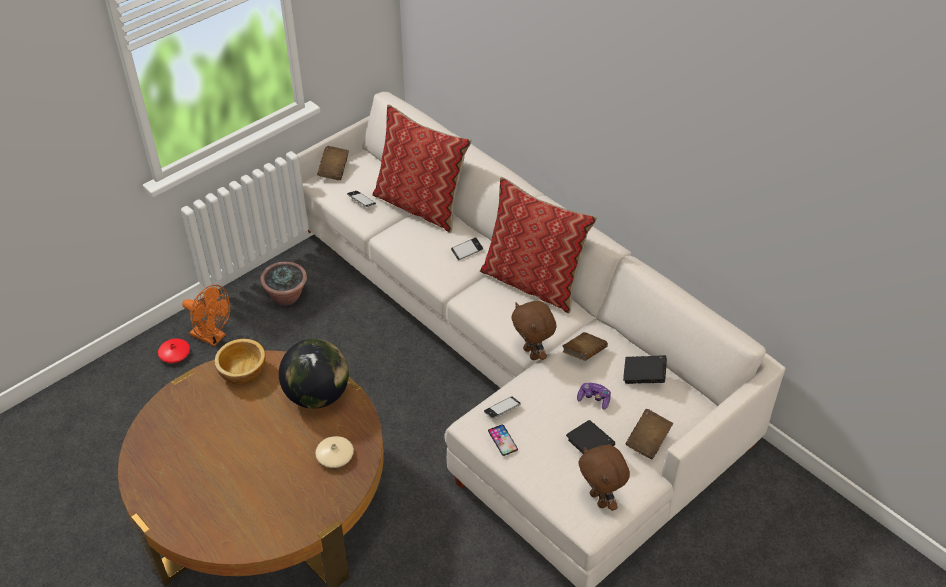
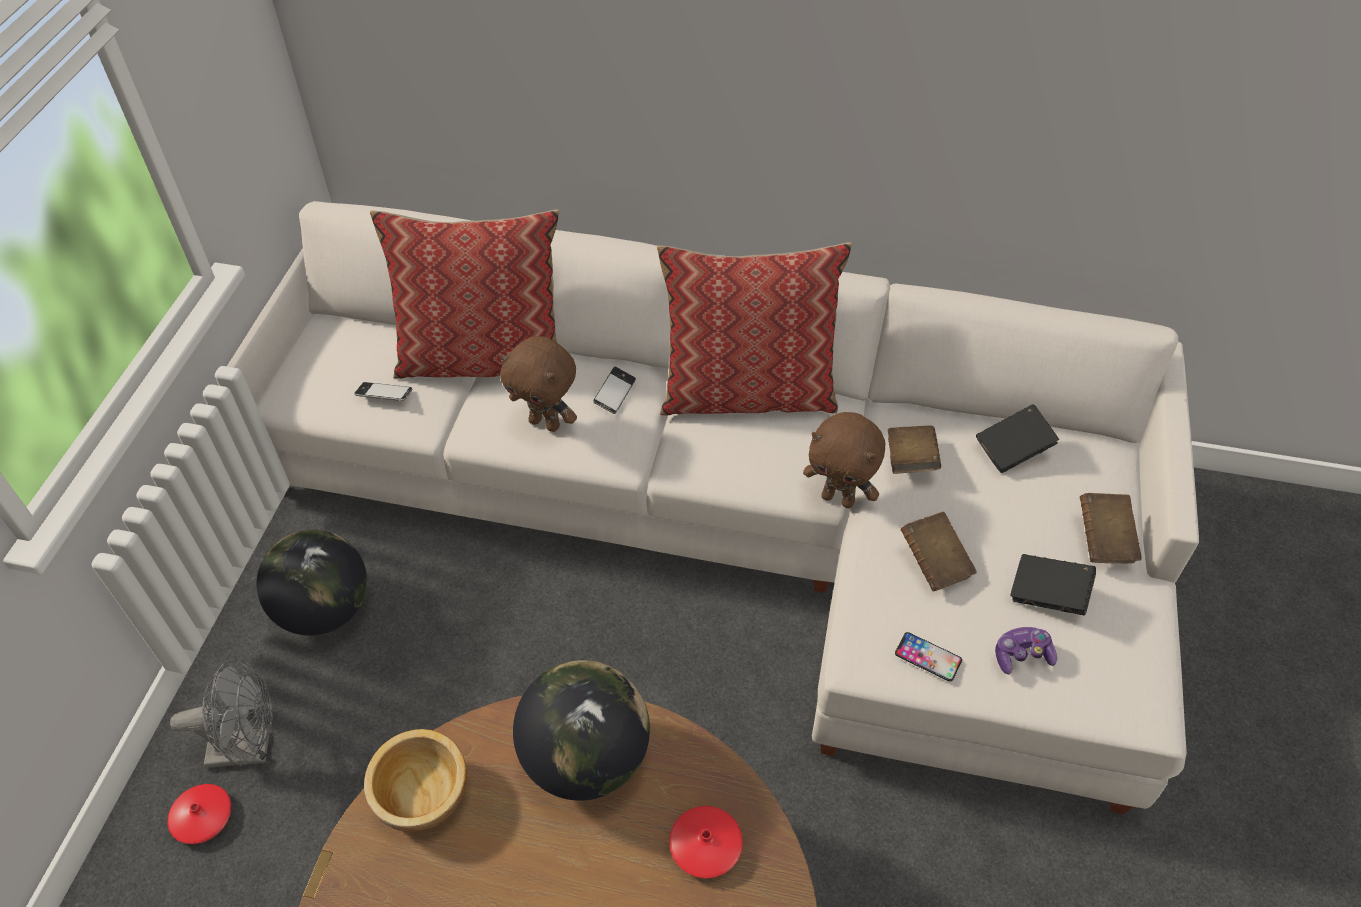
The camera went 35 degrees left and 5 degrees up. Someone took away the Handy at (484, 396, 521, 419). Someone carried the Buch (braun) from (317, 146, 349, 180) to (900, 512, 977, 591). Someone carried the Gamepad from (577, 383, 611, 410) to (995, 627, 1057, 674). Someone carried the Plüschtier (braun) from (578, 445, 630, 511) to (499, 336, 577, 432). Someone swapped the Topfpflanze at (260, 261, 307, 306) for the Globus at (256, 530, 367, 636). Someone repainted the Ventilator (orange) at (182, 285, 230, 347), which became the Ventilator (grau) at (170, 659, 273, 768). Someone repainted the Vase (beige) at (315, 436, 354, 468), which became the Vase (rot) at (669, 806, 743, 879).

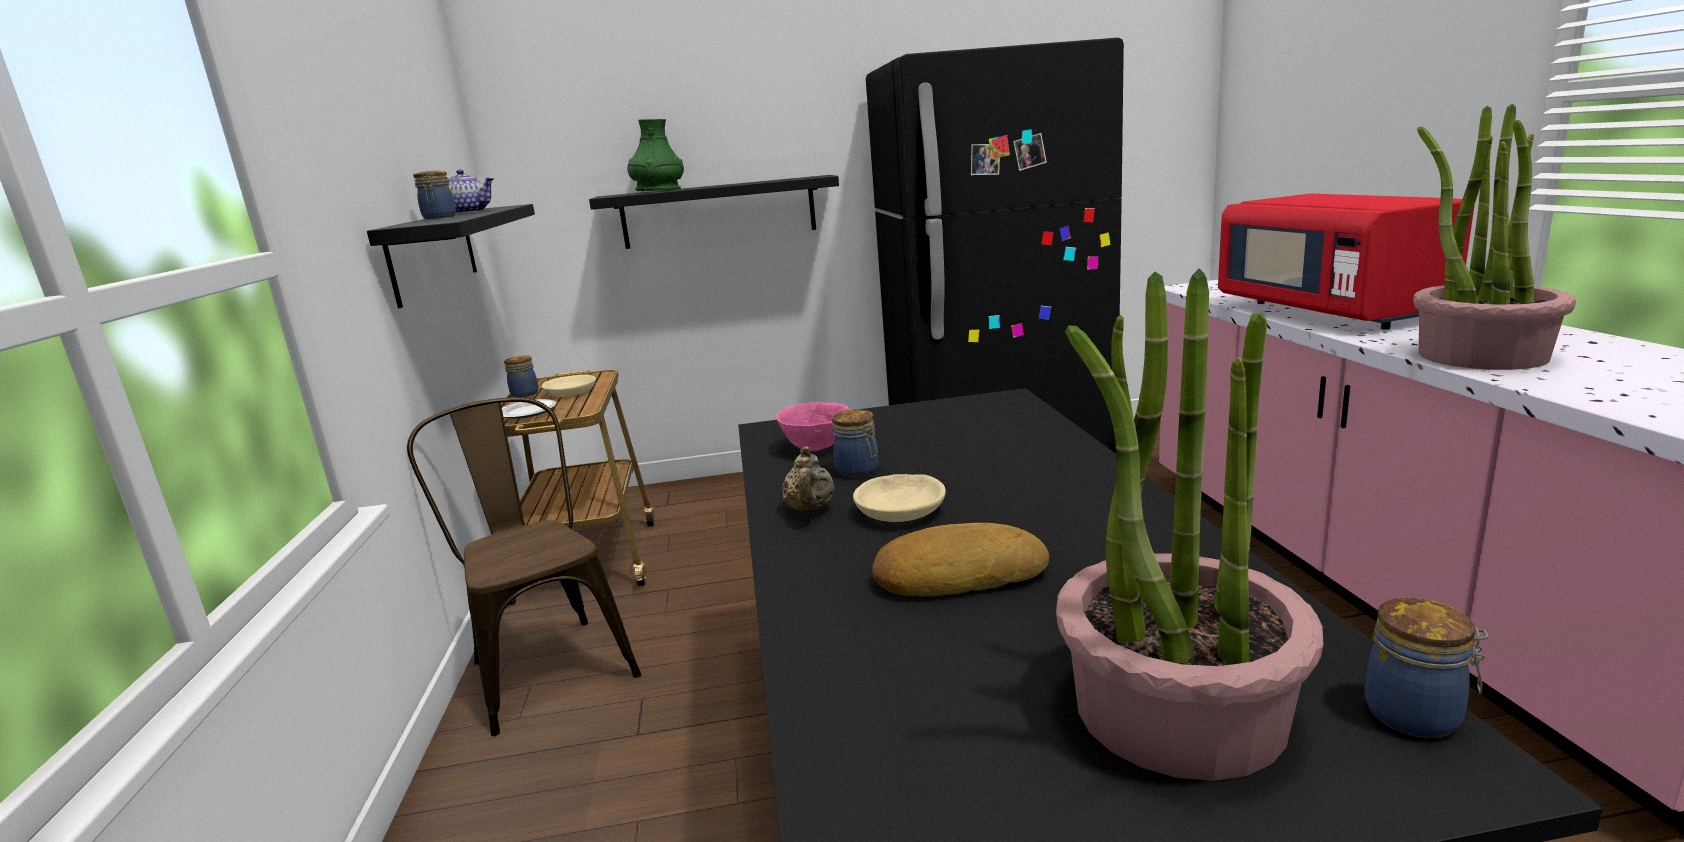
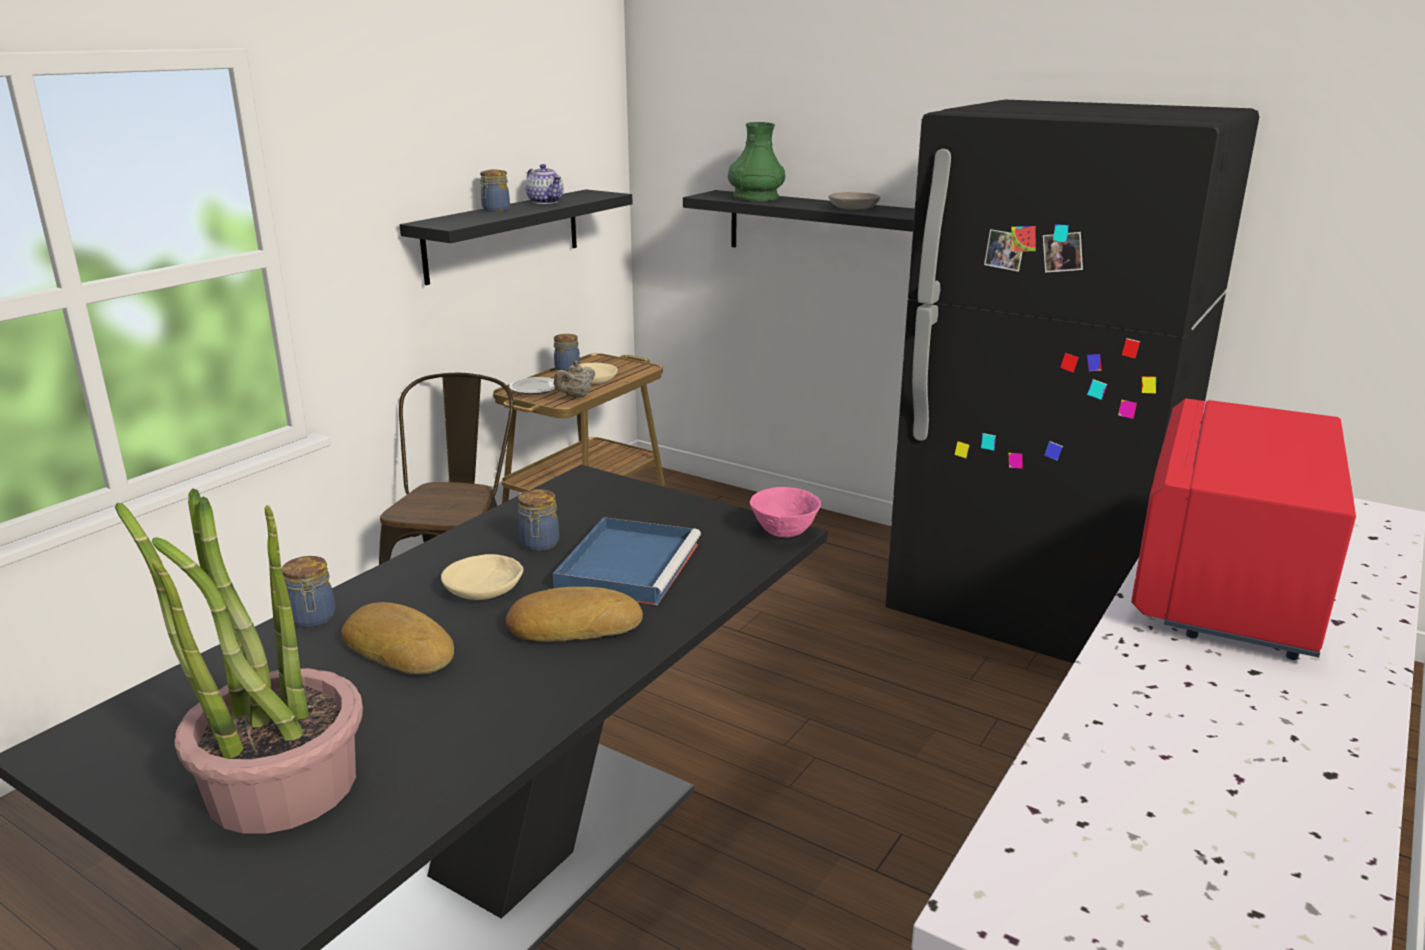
The camera went 40 degrees right and 5 degrees up. Someone took away the Topfpflanze at (1413, 104, 1576, 370). Someone put down the Brot at (506, 587, 643, 642). Someone put down the Tablett (blau) at (553, 517, 701, 605). Someone put down the Schüssel (grau) at (829, 192, 880, 210). Someone carried the Schüssel (rosa) from (776, 402, 850, 451) to (750, 487, 821, 537). Someone carried the Teekanne (beige) from (782, 446, 834, 513) to (554, 361, 595, 398). Someone carried the Vorratsglas from (1364, 598, 1488, 738) to (282, 556, 335, 628).

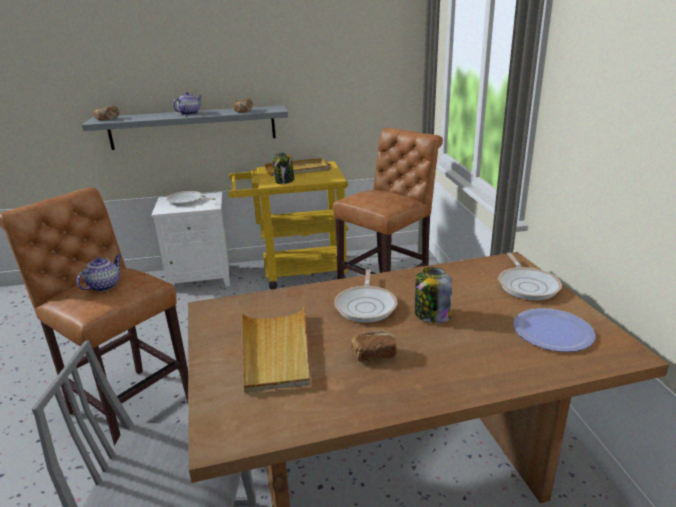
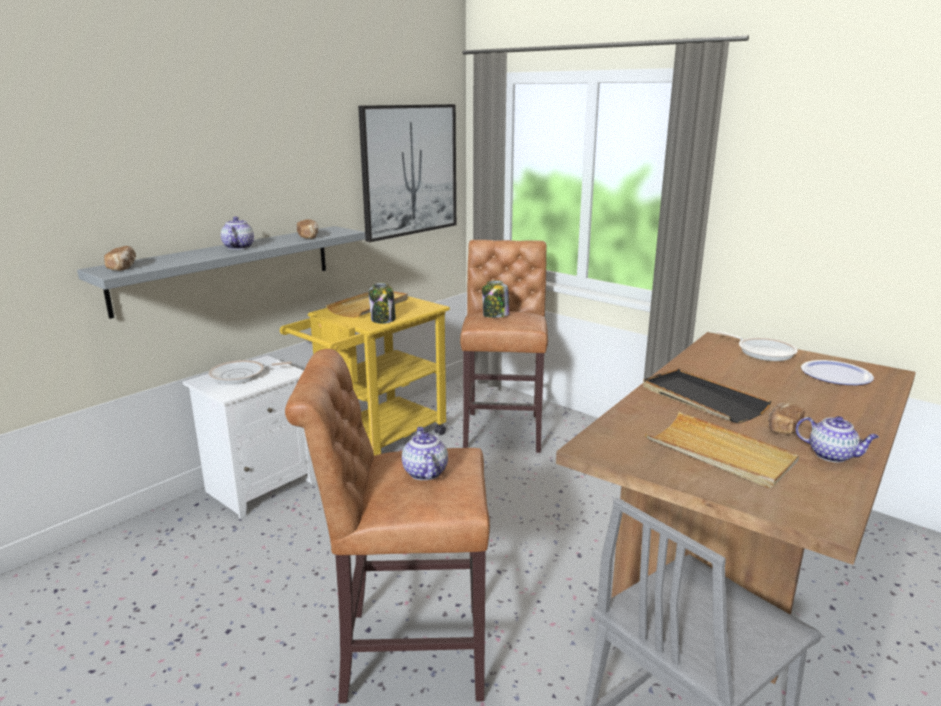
The camera went 40 degrees left and 5 degrees down. Someone put up the Bild at (358, 104, 456, 242). Someone put down the Teekanne at (796, 416, 879, 463). Someone carried the Vorratsglas from (415, 267, 452, 323) to (482, 281, 509, 318). Someone swapped the Pfanne at (334, 269, 398, 322) for the Tablett (schwarz) at (643, 369, 771, 423).

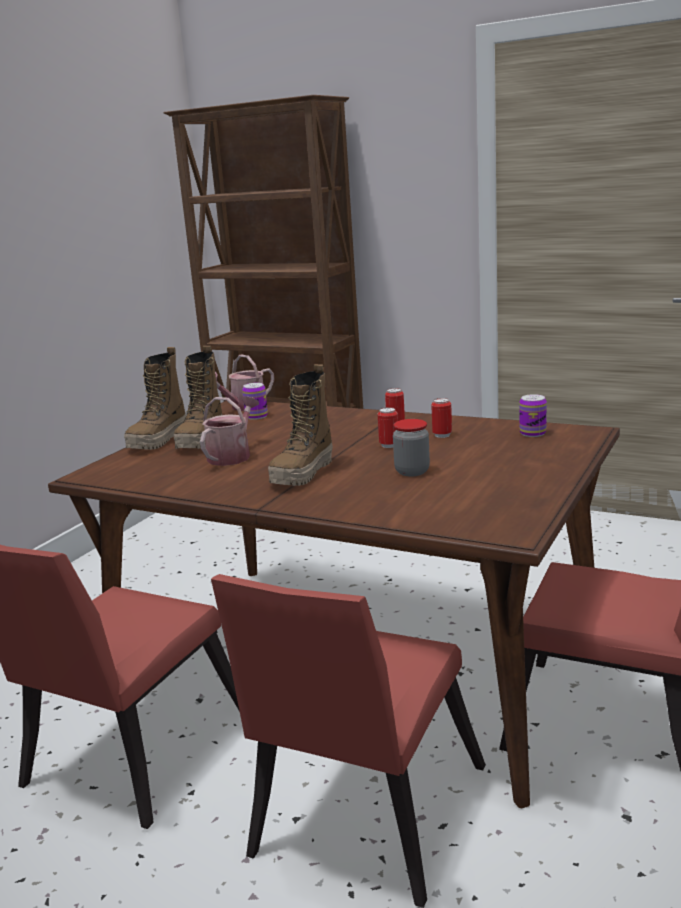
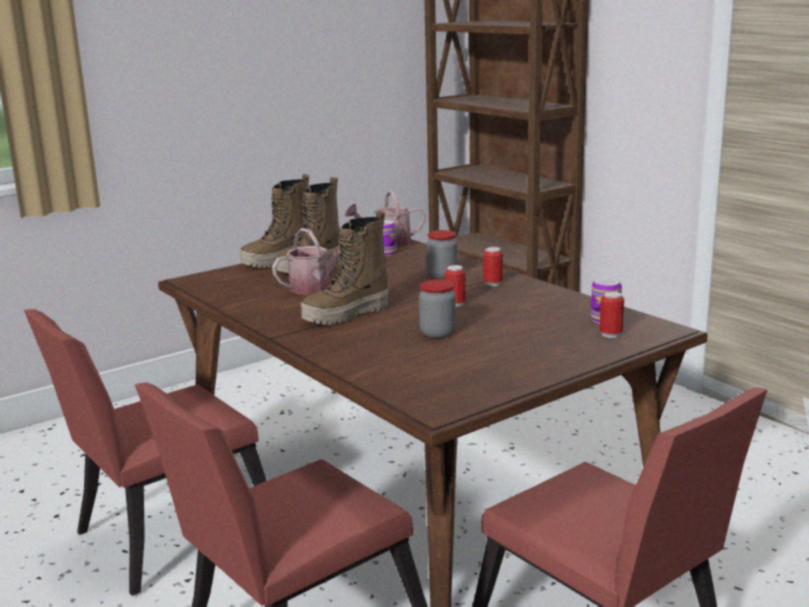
The camera went 25 degrees right and 0 degrees up. Someone put down the Vorratsglas at (427, 230, 458, 279). Someone carried the Dose from (431, 398, 452, 438) to (600, 291, 624, 338).

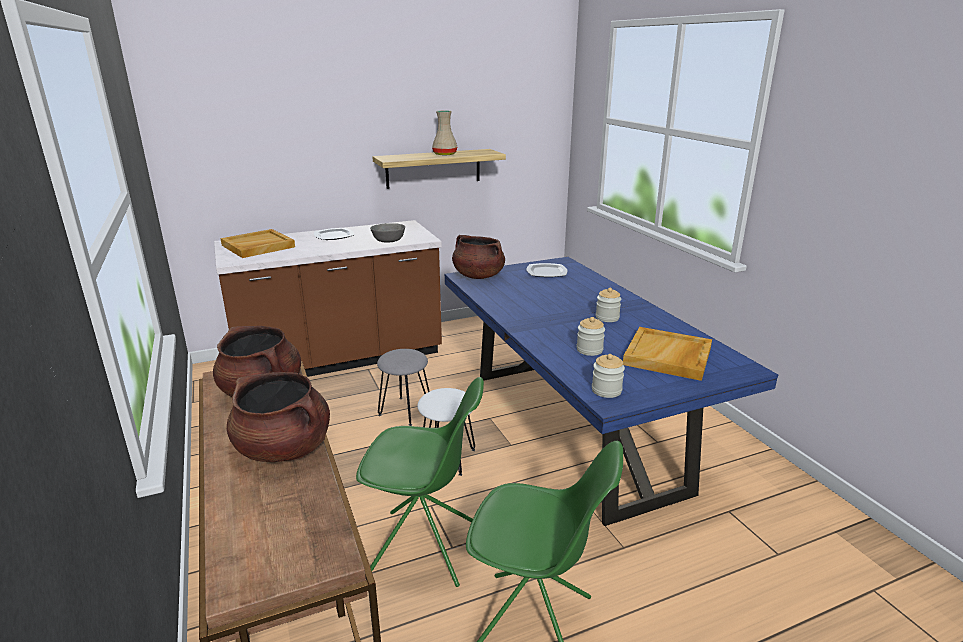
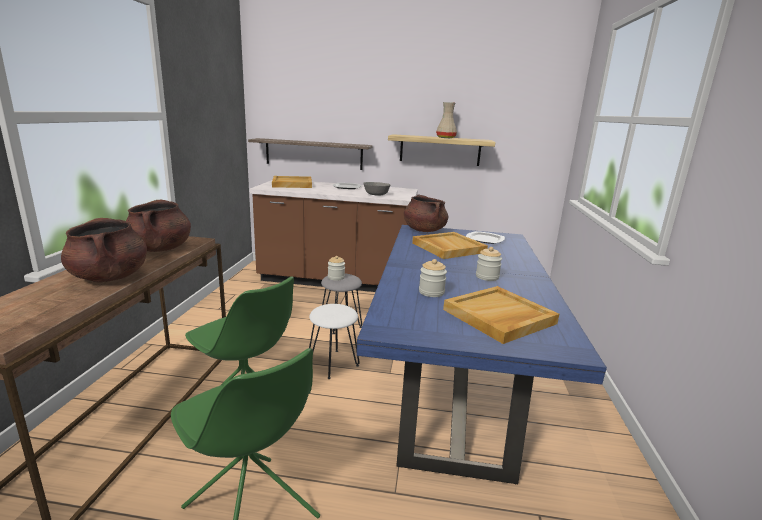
The camera went 30 degrees right and 5 degrees down. Someone put up the Wandregal at (248, 138, 372, 170). Someone put down the Tablett (beige) at (412, 232, 488, 259). Someone carried the Vorratsglas from (592, 354, 625, 398) to (328, 256, 345, 281).

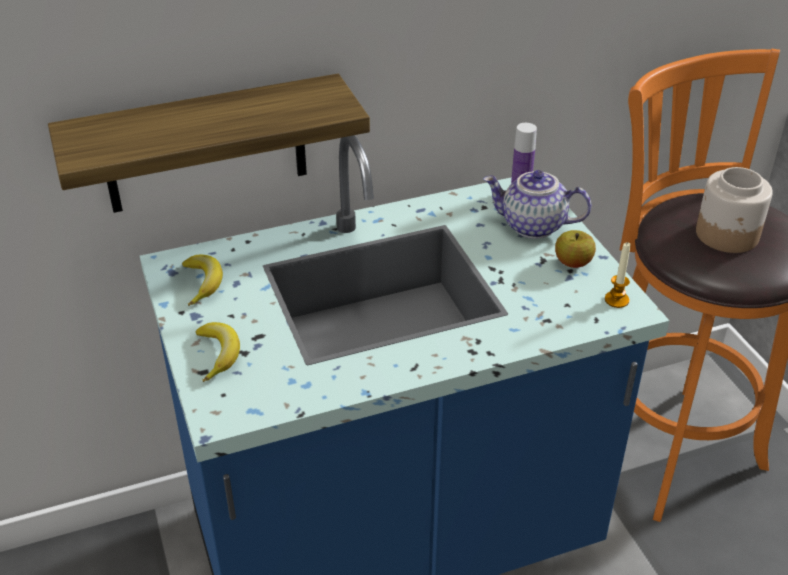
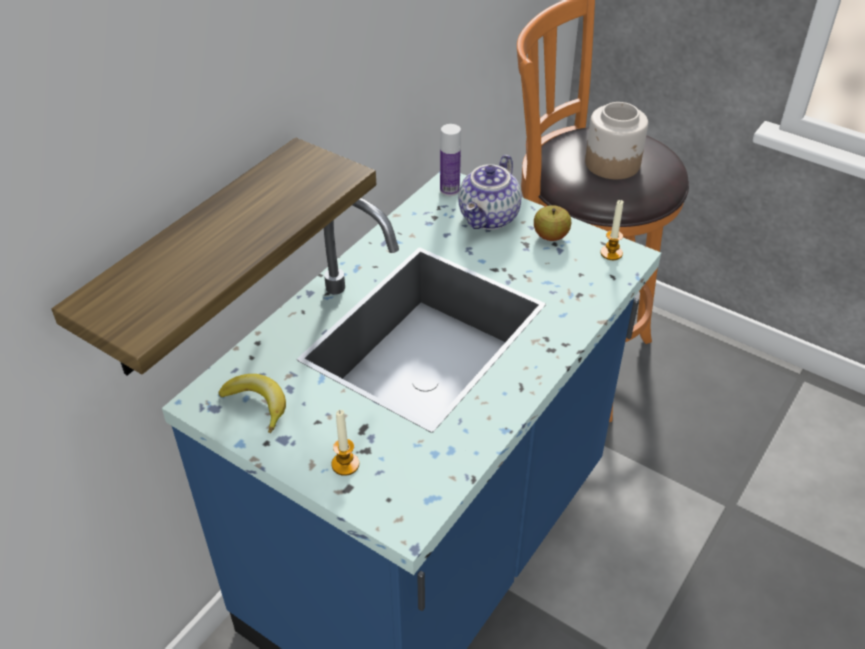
The camera went 35 degrees left and 5 degrees up. Someone swapped the Banane at (196, 322, 240, 382) for the Kerze at (331, 410, 359, 476). Someone rotated the Teekanne at (483, 170, 591, 239) by 45 degrees counterclockwise.

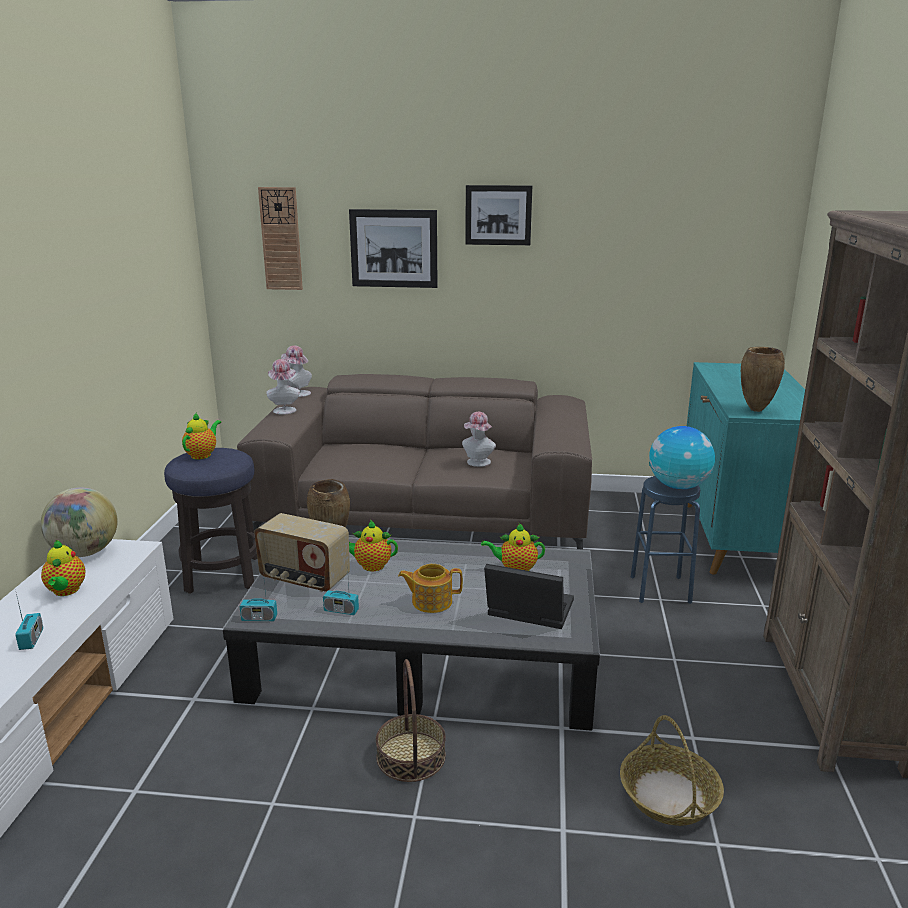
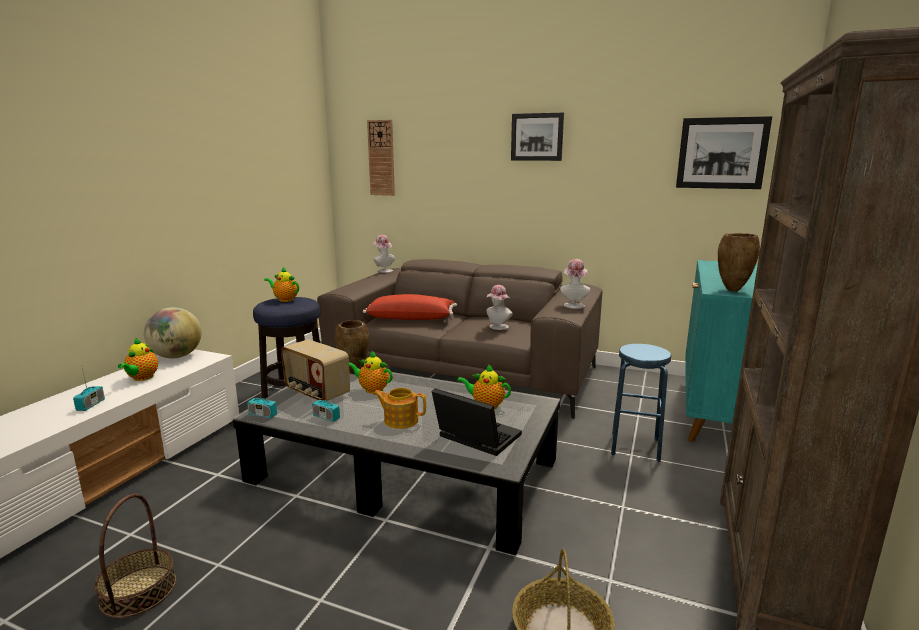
The camera went 15 degrees right and 5 degrees down. Someone took away the Globus at (649, 426, 715, 489). Someone put down the Kissen (rot) at (363, 294, 457, 320). Someone carried the Hut from (266, 359, 300, 415) to (560, 259, 590, 309). Someone carried the Bild from (349, 209, 438, 288) to (676, 116, 772, 189). Someone carried the Korb from (376, 659, 446, 782) to (94, 494, 176, 618). Someone rotated the Teekanne at (182, 412, 221, 459) by 105 degrees counterclockwise.

